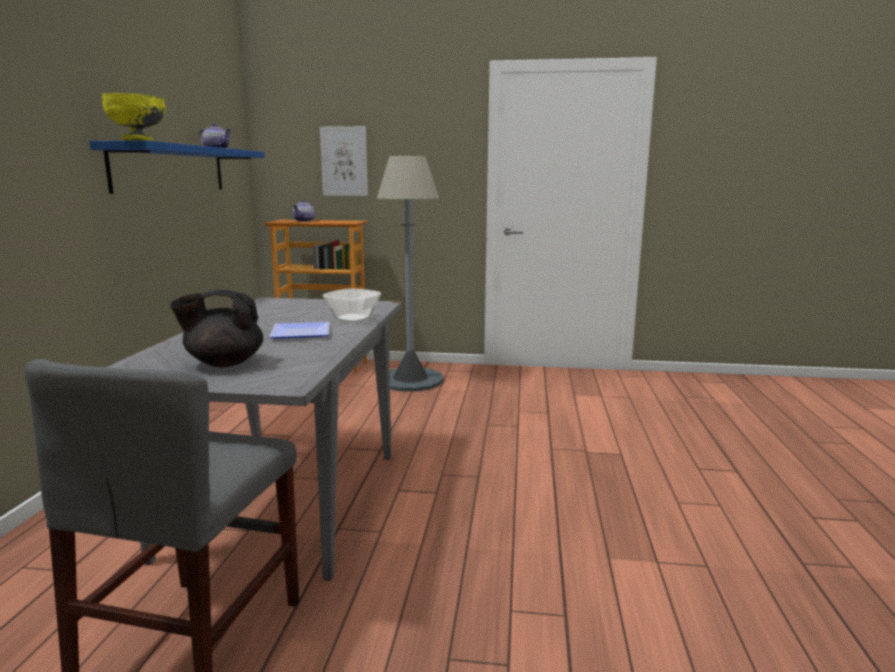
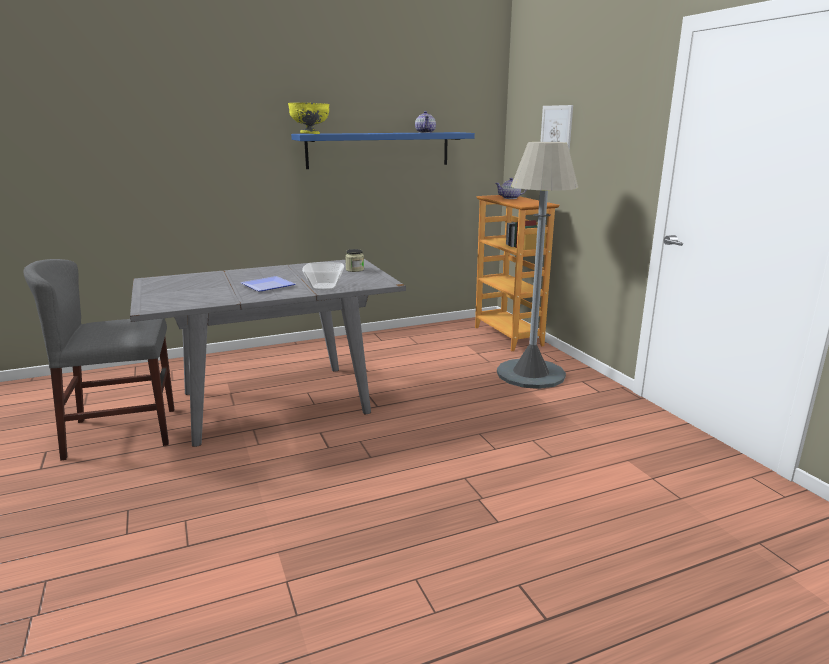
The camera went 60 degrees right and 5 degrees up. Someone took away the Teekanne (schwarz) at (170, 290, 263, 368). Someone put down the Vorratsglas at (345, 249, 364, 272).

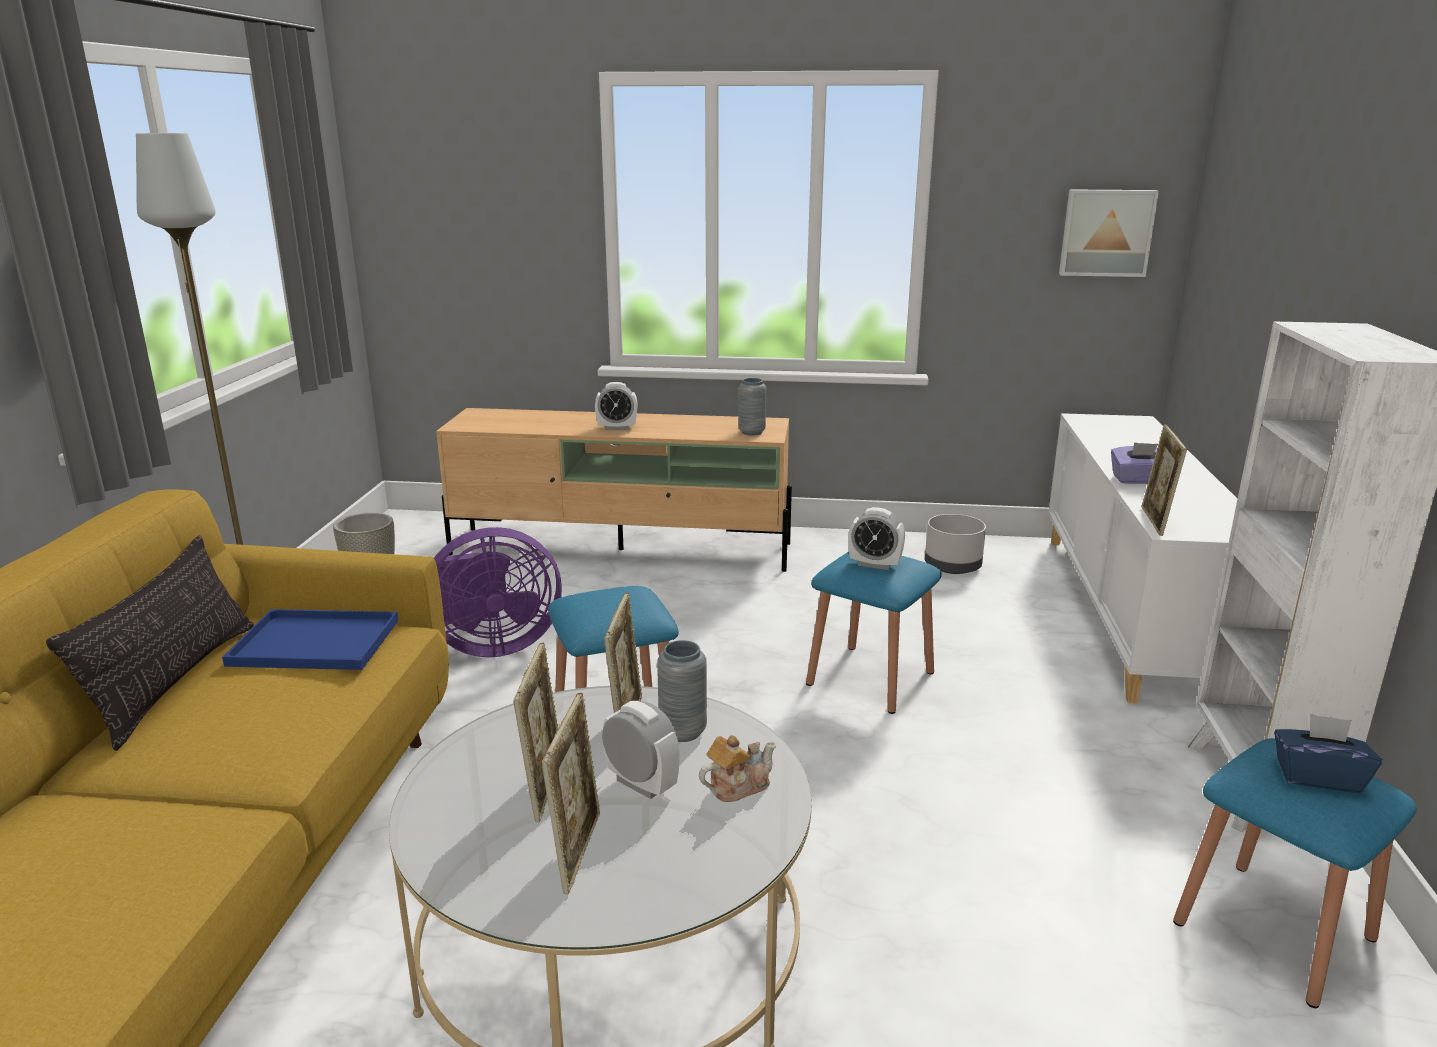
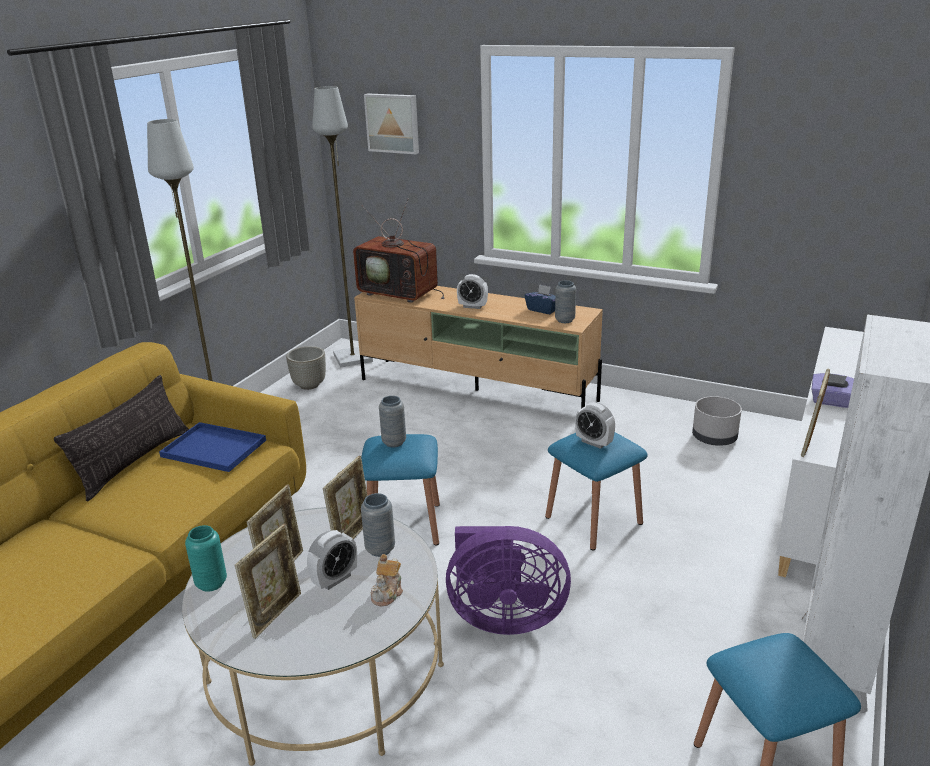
The camera went 20 degrees right and 5 degrees up. Someone put down the Vase (türkis) at (185, 525, 227, 592). Someone put down the Stehlampe (grau) at (312, 86, 373, 367). Someone put down the Fernseher at (353, 199, 444, 303). Someone put down the Vase (grau) at (379, 396, 406, 447). Someone carried the Ventilator (lila) from (434, 527, 562, 657) to (446, 526, 571, 635). Someone carried the Bild from (1059, 189, 1159, 277) to (364, 93, 419, 154). Someone carried the Taschentuchbox (blau) from (1274, 714, 1382, 793) to (525, 284, 555, 314). Someone rotated the Wecker at (602, 701, 679, 799) by 75 degrees clockwise. Someone rotated the Teekanne at (699, 735, 776, 802) by 120 degrees clockwise.

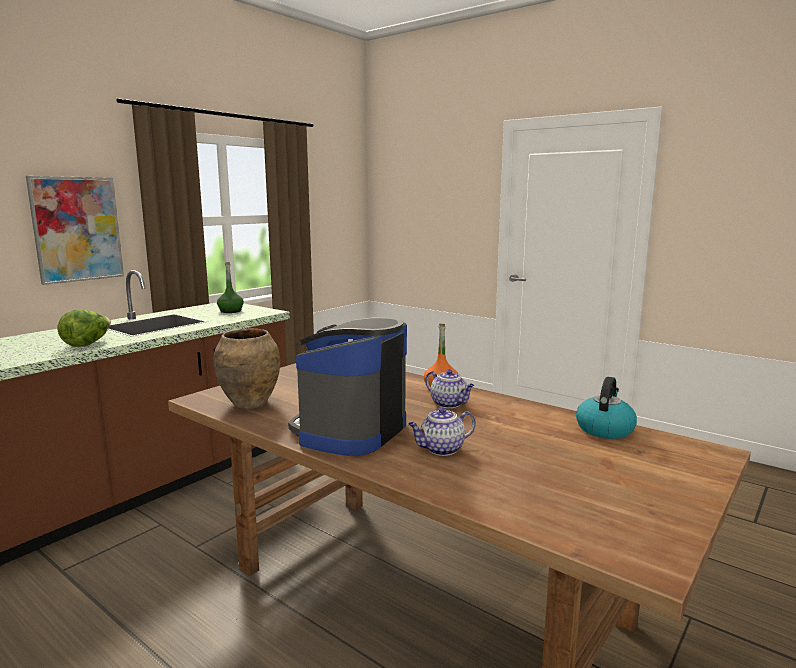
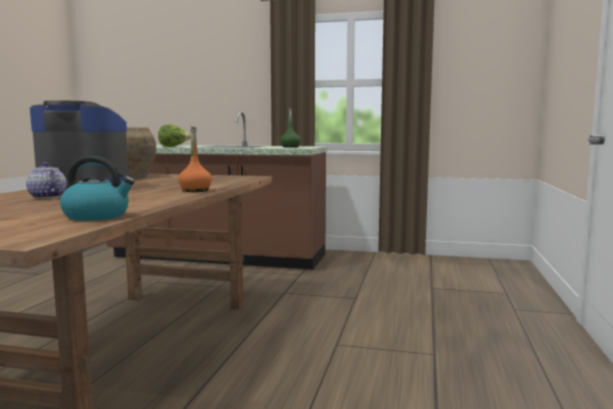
The camera went 65 degrees right and 5 degrees down. Someone took away the Bild at (26, 176, 124, 285). Someone took away the Teekanne at (425, 369, 475, 408).

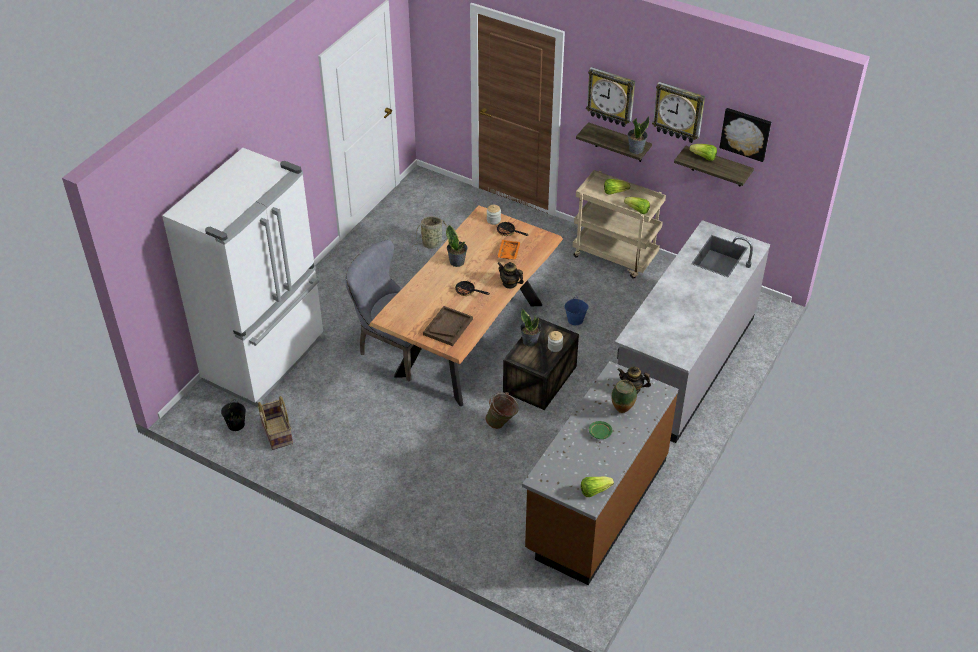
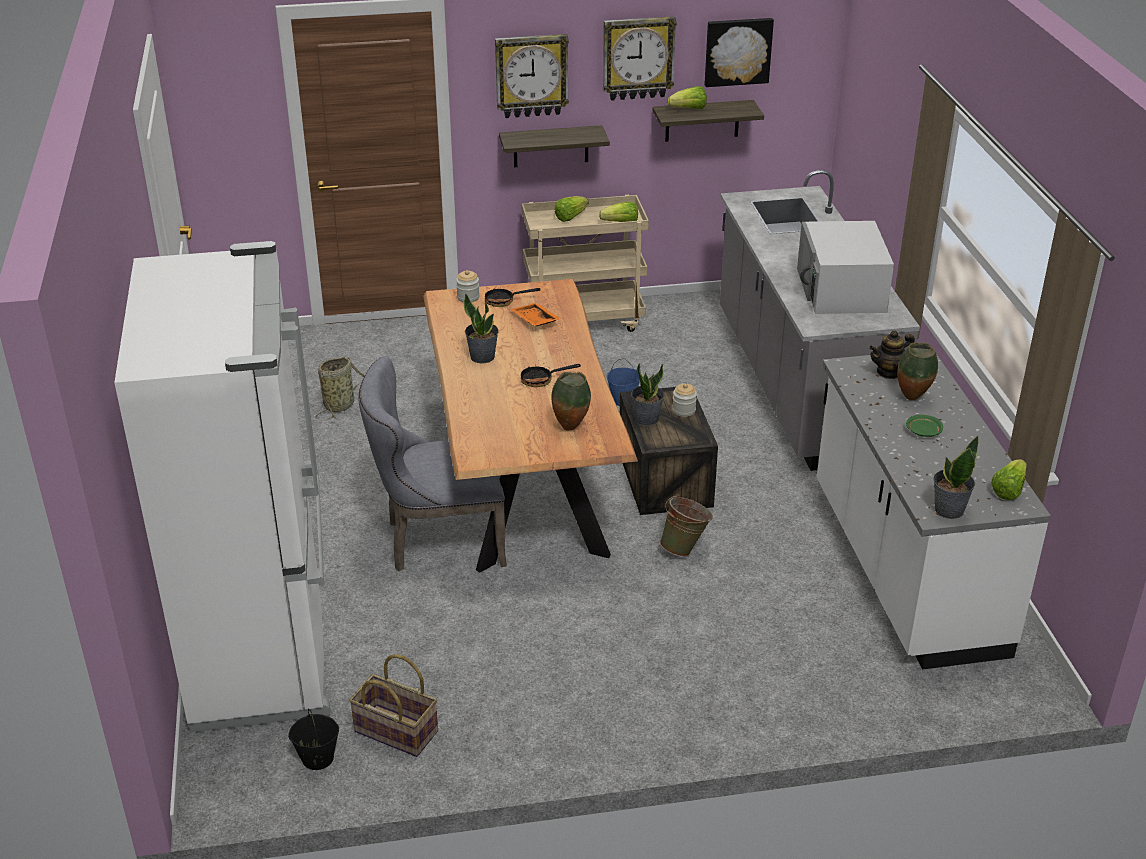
The camera went 40 degrees left and 10 degrees down. Someone took away the Teekanne at (498, 262, 524, 289). Someone put down the Mikrowelle (weiß) at (797, 221, 894, 314). Someone carried the Topfpflanze from (628, 116, 649, 154) to (933, 436, 979, 519). Someone swapped the Tablett (braun) at (423, 306, 473, 346) for the Vase at (552, 372, 591, 430). Someone repainted the Küchenzeile (braun) at (522, 361, 678, 585), which became the Küchenzeile (weiß) at (817, 354, 1051, 670).

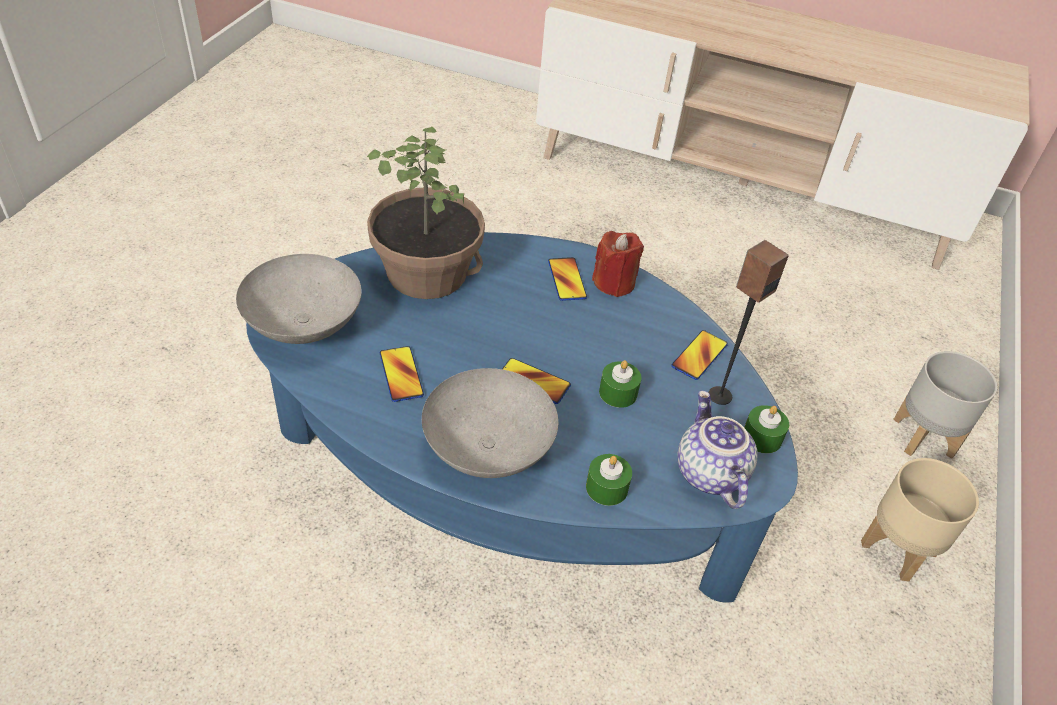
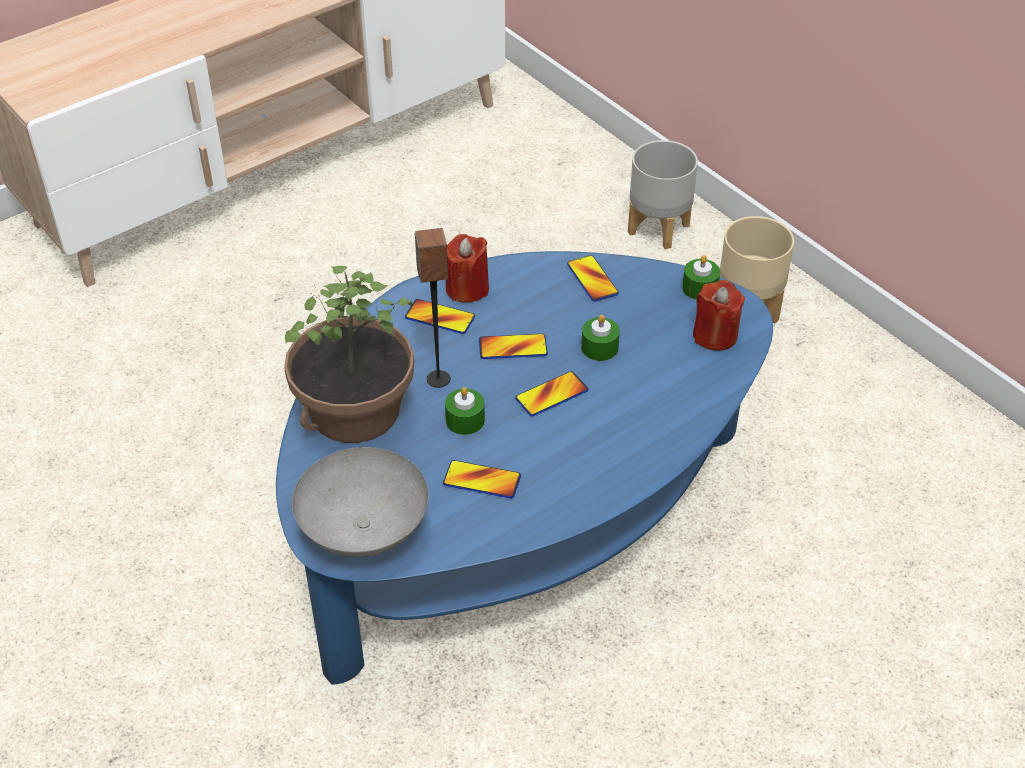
The camera went 55 degrees left and 0 degrees up. Someone took away the Schüssel (grau) at (422, 368, 558, 478). Someone put down the Handy at (479, 334, 548, 359). Someone carried the Kerze (grün) from (586, 454, 632, 506) to (445, 387, 485, 435). Someone carried the Lautsprecher from (709, 240, 789, 405) to (415, 228, 450, 388). Someone swapped the Teekanne at (677, 390, 758, 509) for the Kerze (rot) at (693, 280, 745, 351).

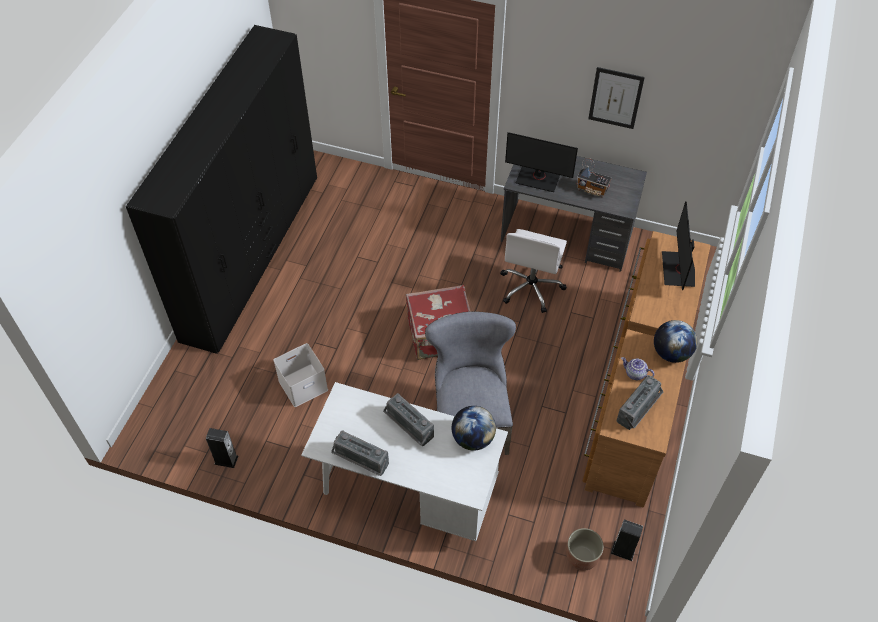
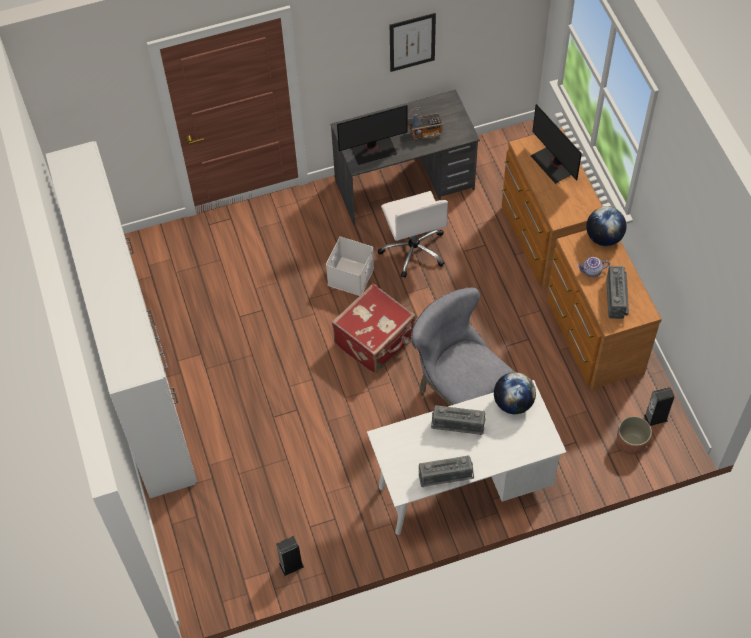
The camera went 35 degrees left and 5 degrees up. Someone carried the Aufbewahrungsbox (weiß) from (273, 343, 328, 407) to (326, 237, 374, 296). Someone repainted the Kleiderschrank (schwarz) at (126, 25, 317, 354), which became the Kleiderschrank (weiß) at (45, 141, 197, 498).

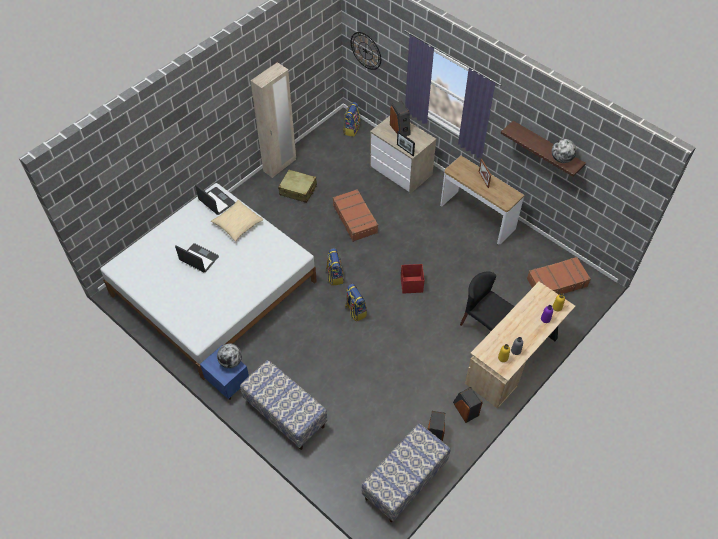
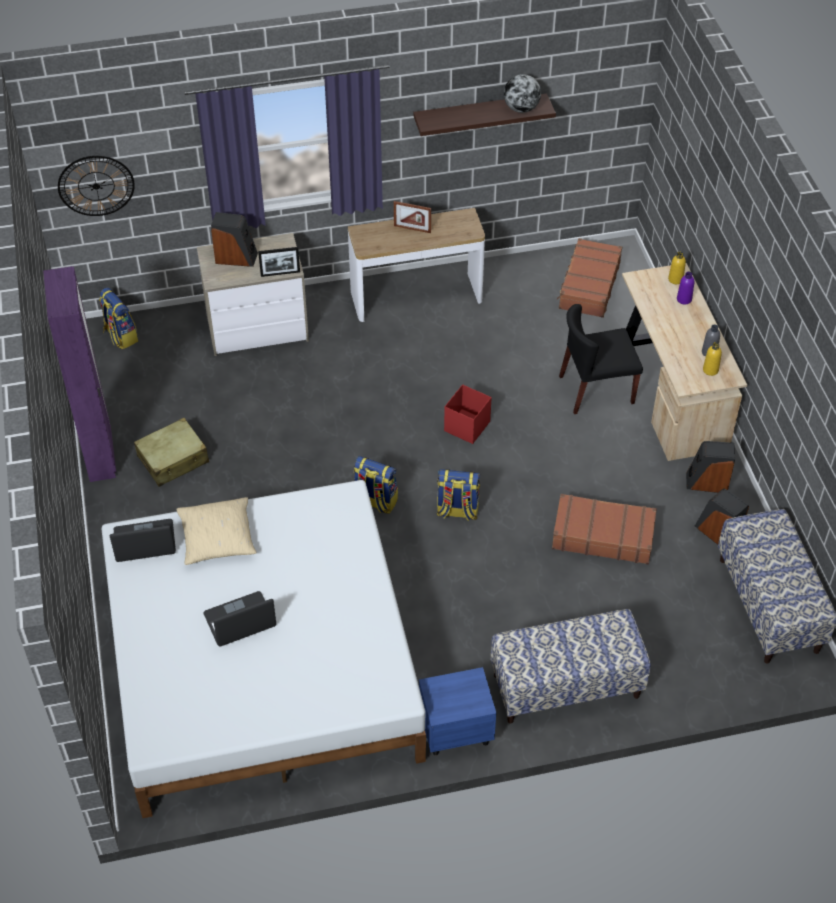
The camera went 55 degrees left and 5 degrees down. Someone took away the Globus at (217, 344, 242, 368). Someone carried the Koffer (braun) from (333, 189, 378, 242) to (552, 494, 657, 564). Someone repainted the Kleiderschrank (beige) at (251, 62, 296, 178), which became the Kleiderschrank (lila) at (43, 266, 116, 482).

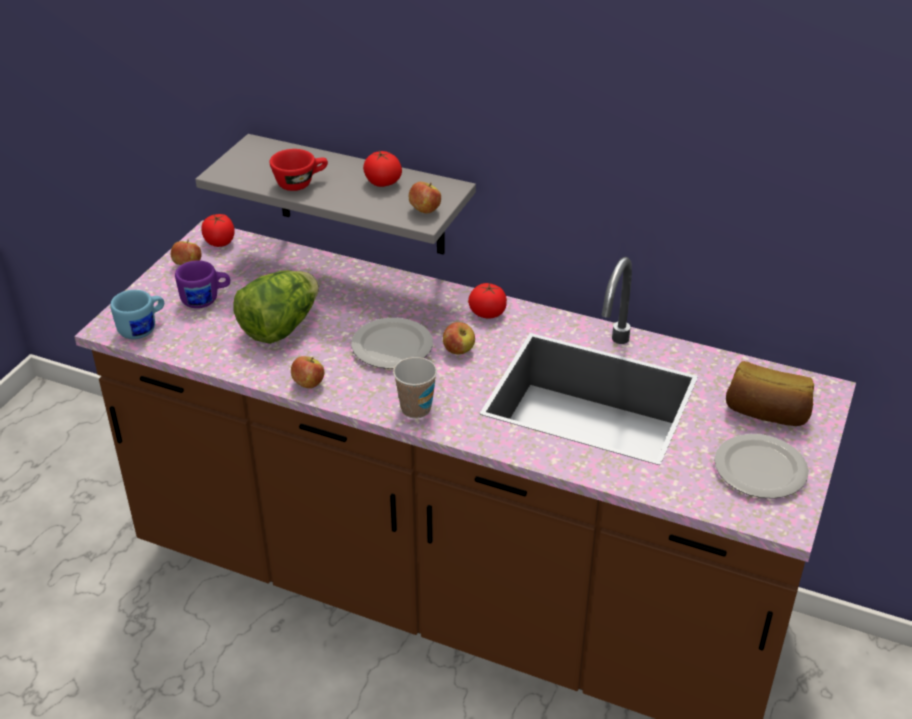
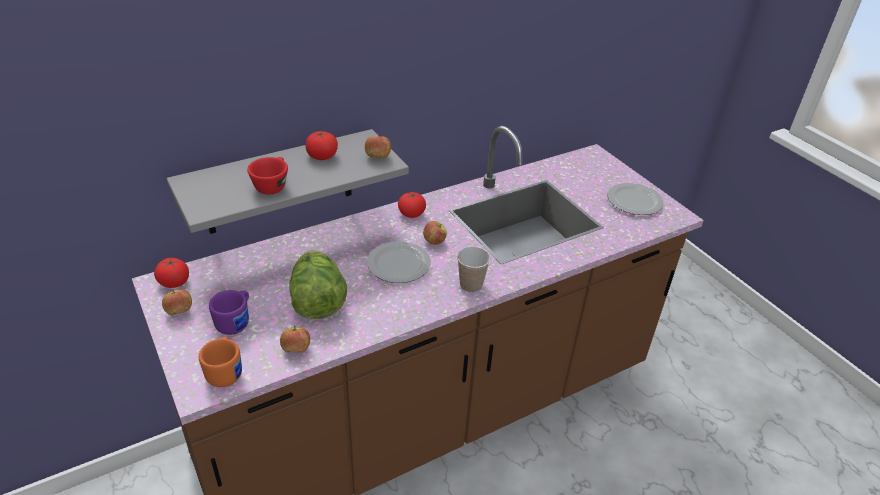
The camera went 55 degrees left and 0 degrees up. Someone took away the Brot at (726, 361, 814, 426). Someone carried the Apfel from (291, 356, 324, 388) to (280, 326, 310, 353). Someone repainted the Henkelbecher (blau) at (110, 290, 164, 339), which became the Henkelbecher (orange) at (199, 337, 242, 387).

